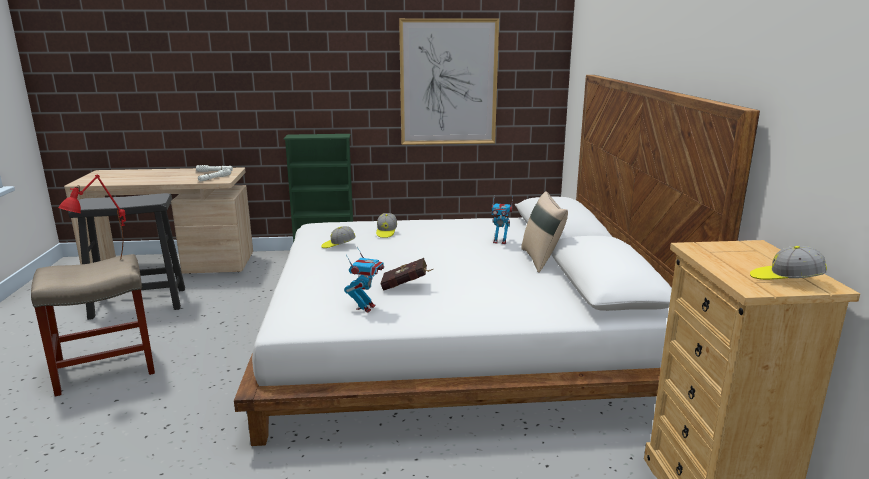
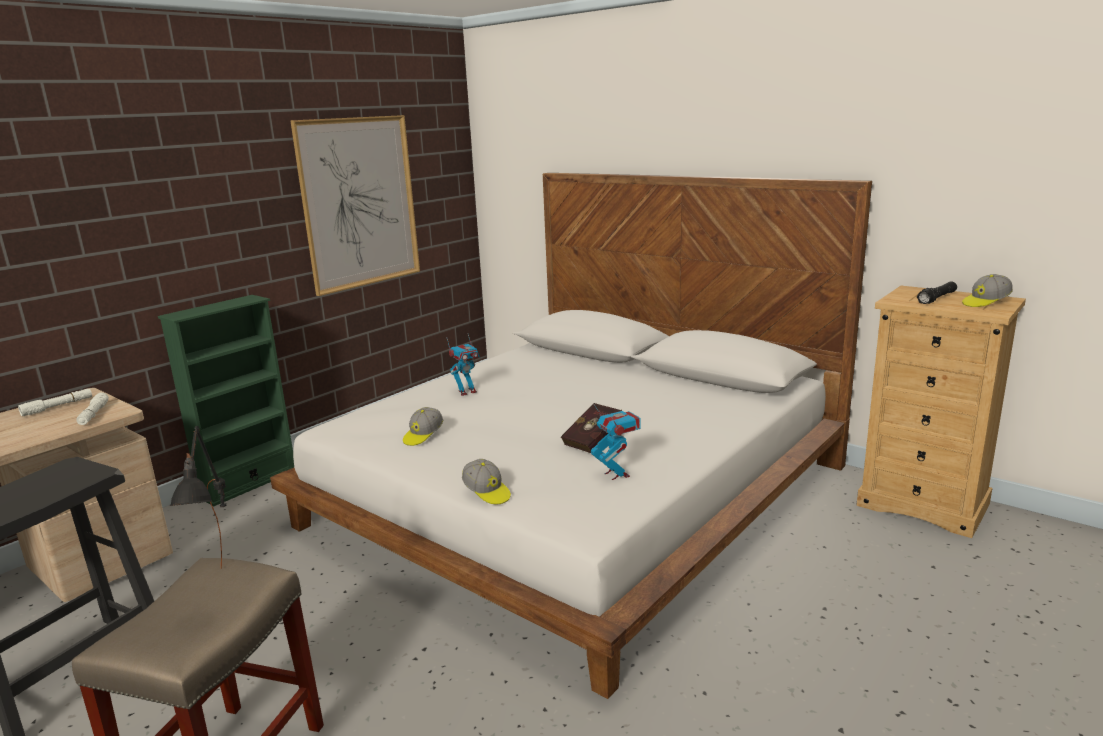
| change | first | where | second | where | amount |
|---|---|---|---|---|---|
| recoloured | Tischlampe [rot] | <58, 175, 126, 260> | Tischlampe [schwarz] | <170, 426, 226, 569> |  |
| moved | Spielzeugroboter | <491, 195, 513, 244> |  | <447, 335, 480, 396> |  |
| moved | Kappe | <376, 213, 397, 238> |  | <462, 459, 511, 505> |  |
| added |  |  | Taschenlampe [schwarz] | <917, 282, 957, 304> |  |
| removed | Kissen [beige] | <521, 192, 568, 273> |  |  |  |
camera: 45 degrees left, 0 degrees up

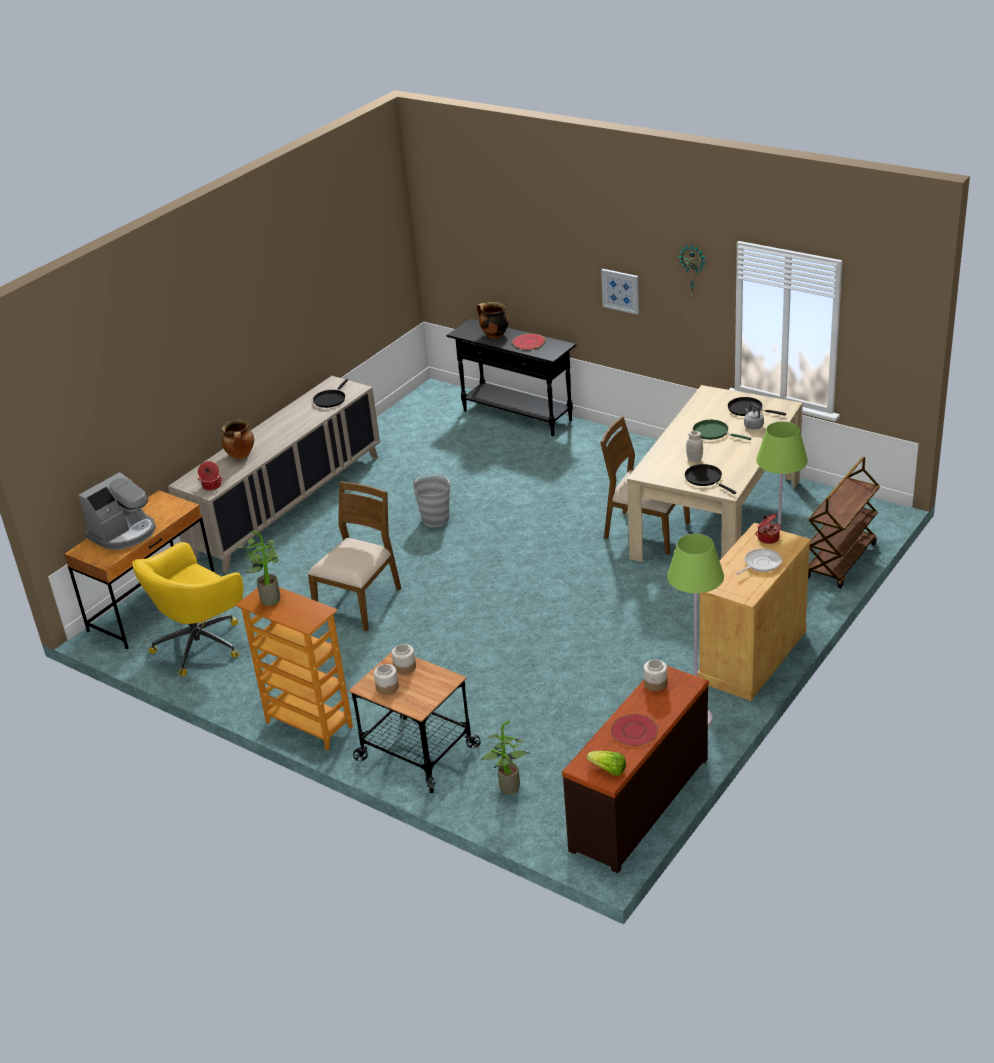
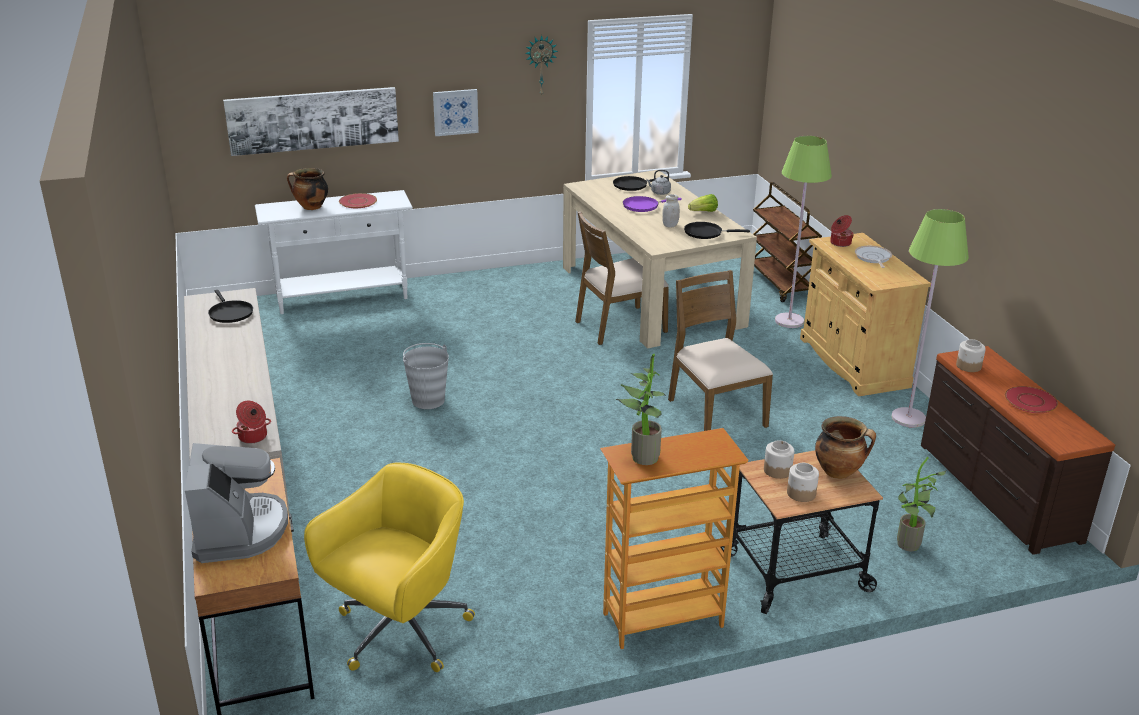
| change | first | where | second | where | amount |
|---|---|---|---|---|---|
| added |  |  | Bild | <223, 87, 399, 156> |  |
| recoloured | Konsolentisch [schwarz] | <447, 319, 576, 436> | Konsolentisch [weiß] | <255, 190, 413, 314> |  |
| turned | Bürostuhl [gelb] | <132, 542, 243, 676> |  | <304, 463, 475, 672> | 135 degrees counterclockwise |
| recoloured | Pfanne [grün] | <693, 420, 751, 440> | Pfanne [lila] | <623, 196, 682, 212> |  |
| moved | Stuhl [braun] | <308, 481, 401, 631> |  | <668, 270, 773, 431> |  |
| moved | Salatkopf | <587, 751, 626, 776> |  | <688, 194, 718, 212> |  |
| moved | Kochtopf | <222, 419, 254, 460> |  | <815, 416, 876, 479> |  |
camera: 55 degrees left, 5 degrees down

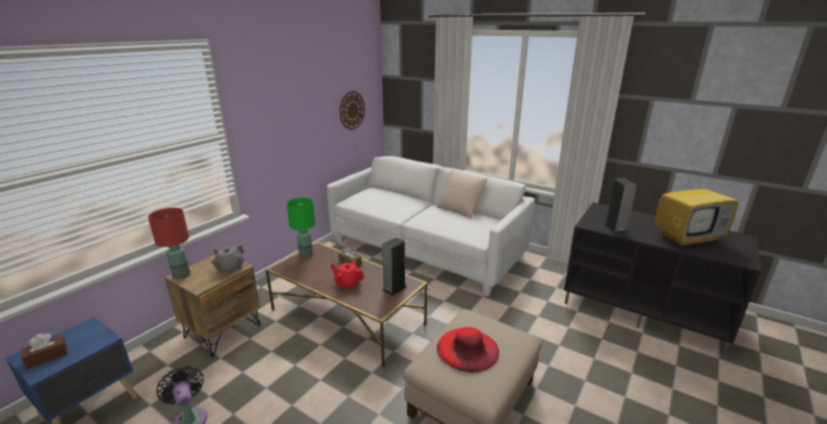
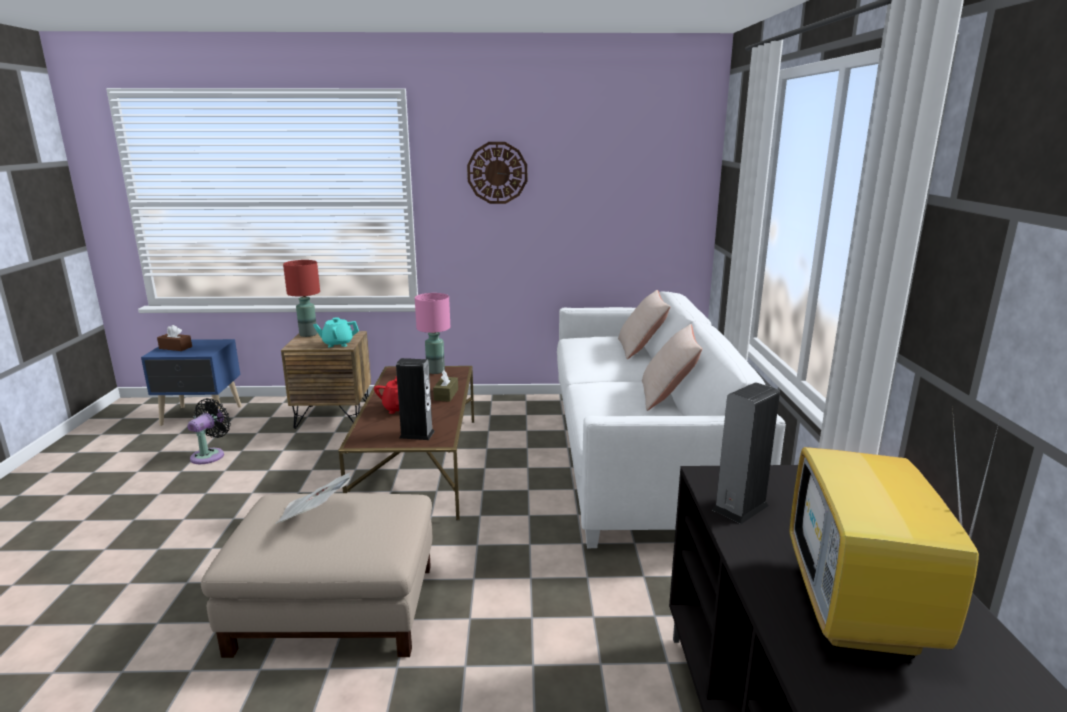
| change | first | where | second | where | amount |
|---|---|---|---|---|---|
| replaced | Hut [rot] | <437, 327, 499, 373> | Zeitung | <275, 472, 352, 524> |  |
| recoloured | Teekanne [grau] | <211, 244, 244, 274> | Teekanne [türkis] | <313, 317, 359, 347> |  |
| recoloured | Tischlampe [grün] | <287, 198, 316, 258> | Tischlampe [rosa] | <415, 293, 450, 374> |  |
| moved | Wanduhr | <339, 91, 365, 130> |  | <467, 142, 527, 204> |  |
| added |  |  | Kissen [beige] | <618, 290, 670, 359> |  |
| turned | Fernseher | <655, 155, 739, 246> |  | <789, 407, 999, 658> | 60 degrees clockwise |
camera: 55 degrees right, 5 degrees down

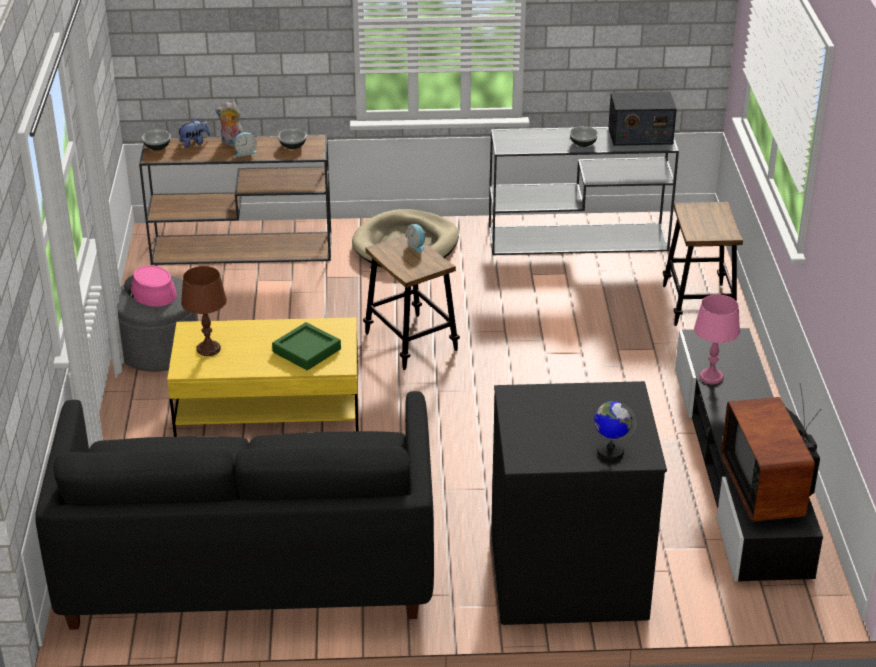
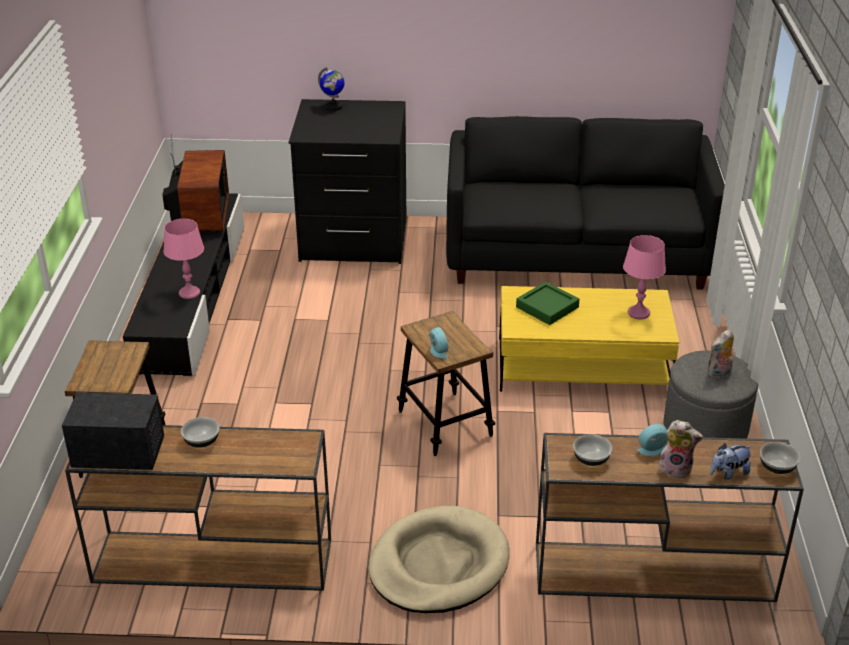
| change | first | where | second | where | amount |
|---|---|---|---|---|---|
| recoloured | Konsolentisch [grau] | <489, 127, 679, 255> | Konsolentisch [braun] | <65, 425, 331, 591> |  |
| recoloured | Tischlampe [braun] | <181, 266, 227, 356> | Tischlampe [rosa] | <623, 235, 666, 319> |  |
| replaced | Hut [rosa] | <124, 265, 177, 307> | Plüschtier | <707, 329, 734, 379> |  |
camera: 175 degrees left, 0 degrees up

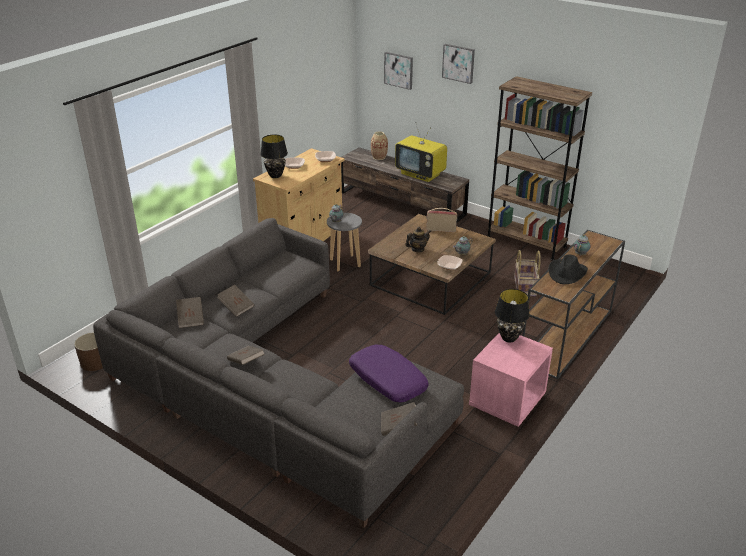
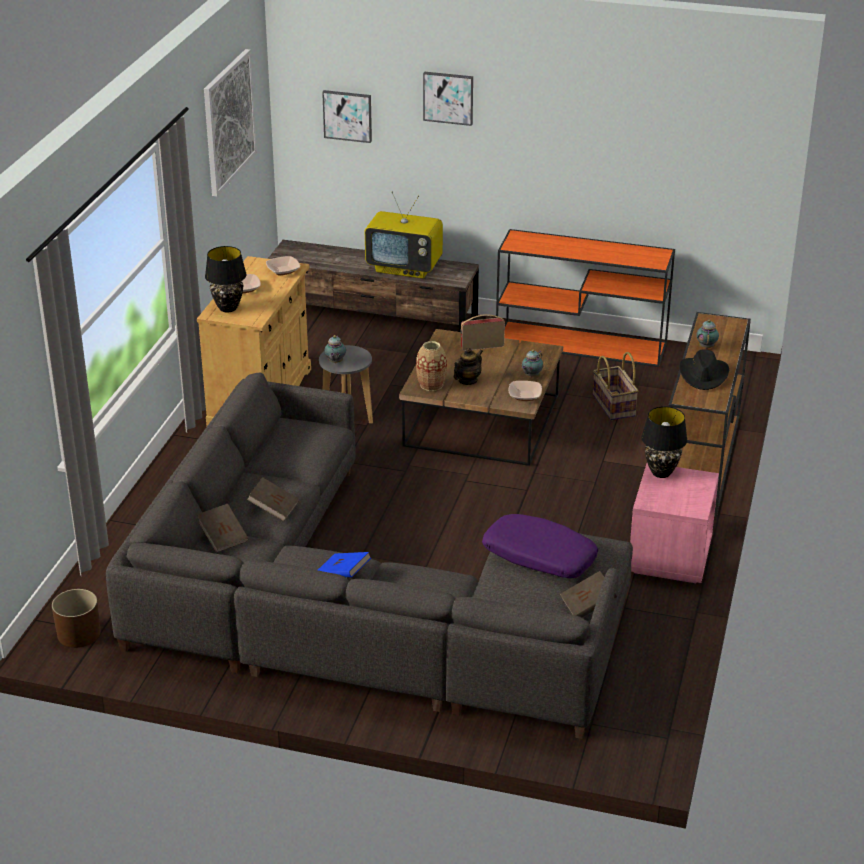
| change | first | where | second | where | amount |
|---|---|---|---|---|---|
| added |  |  | Bild | <204, 49, 257, 196> |  |
| recoloured | Buch [braun] | <227, 346, 265, 365> | Buch [blau] | <318, 552, 371, 577> |  |
| moved | Vase | <371, 131, 388, 160> |  | <416, 341, 447, 391> |  |
| replaced | Bücherregal [braun] | <488, 76, 592, 261> | Konsolentisch [orange] | <496, 229, 675, 367> |  |
camera: 20 degrees left, 0 degrees up

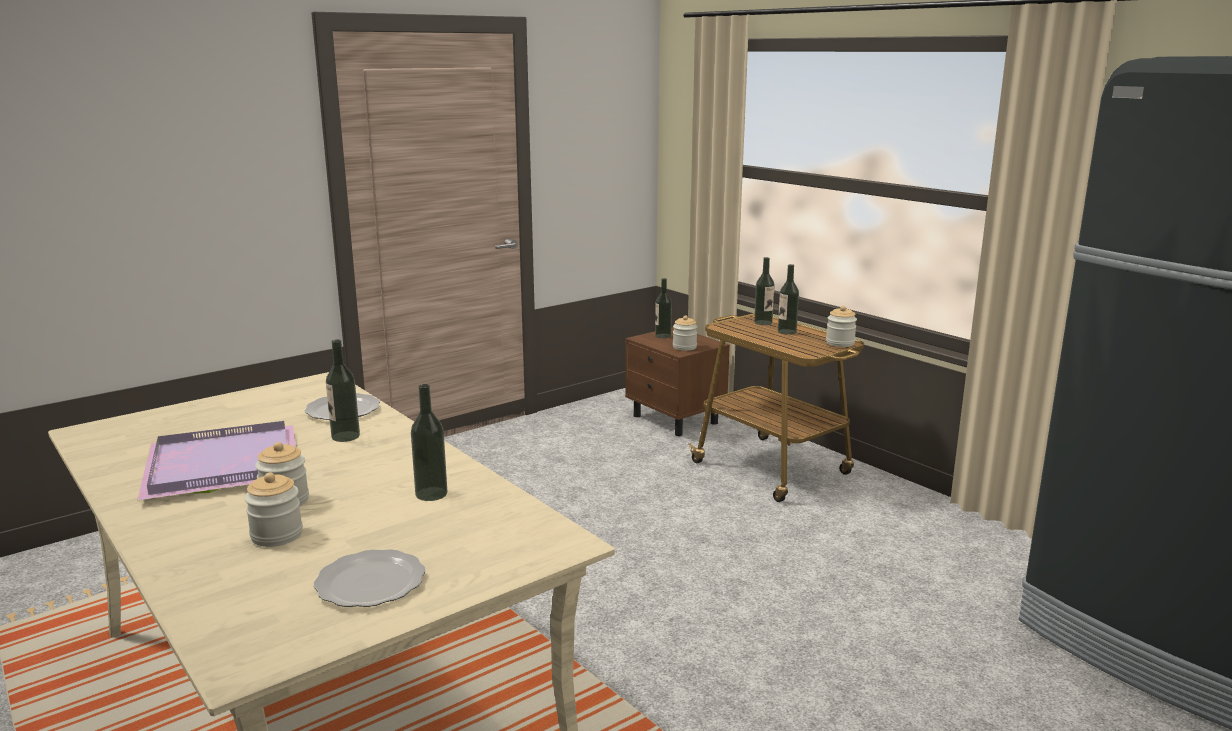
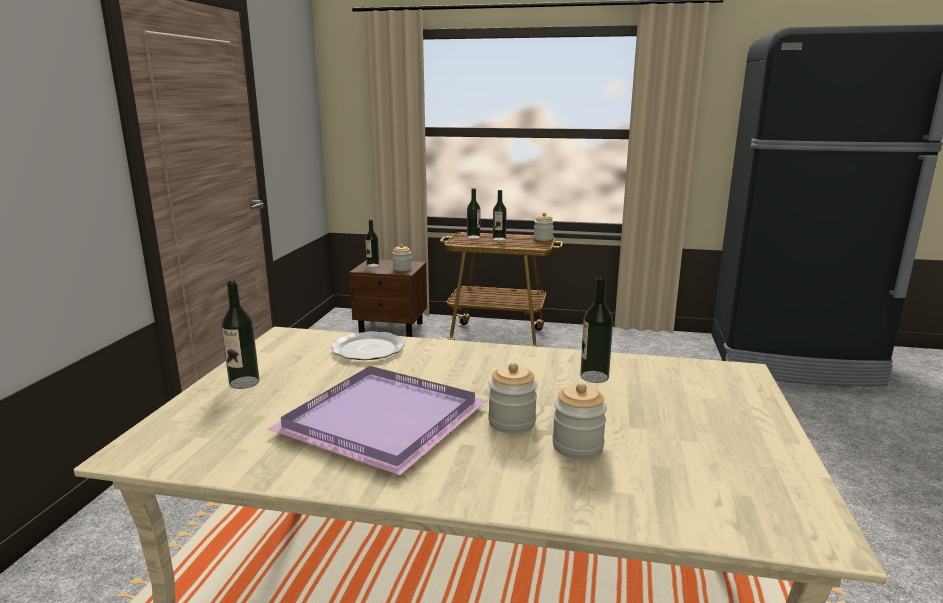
| change | first | where | second | where | amount |
|---|---|---|---|---|---|
| moved | Flasche | <326, 339, 360, 442> |  | <221, 281, 259, 389> |  |
| removed | Teller | <314, 549, 426, 607> |  |  |  |
camera: 40 degrees left, 0 degrees up

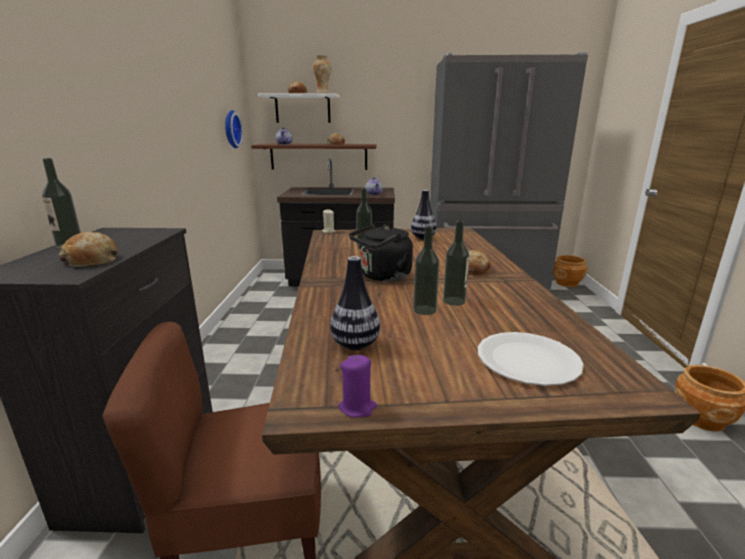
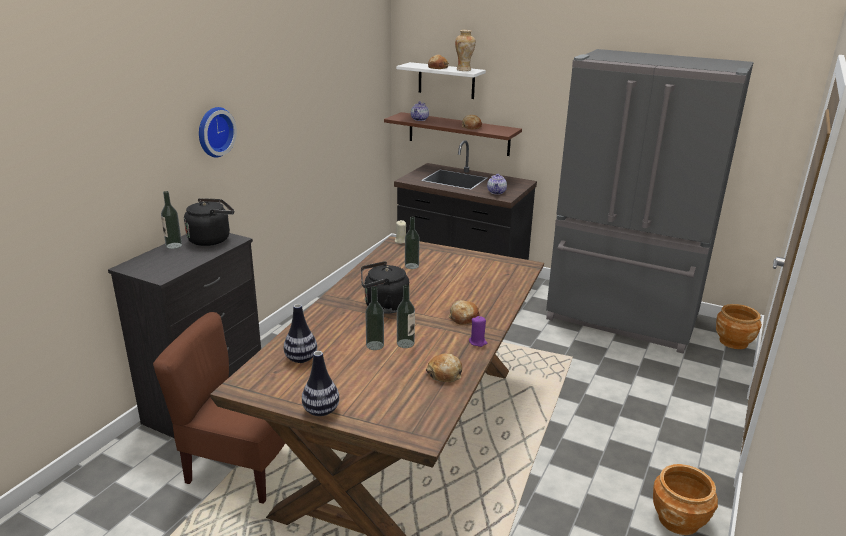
| change | first | where | second | where | amount |
|---|---|---|---|---|---|
| added |  |  | Wasserkessel [schwarz] | <184, 198, 234, 246> |  |
| moved | Wanduhr | <225, 110, 243, 148> |  | <199, 107, 237, 158> |  |
| moved | Vase | <411, 190, 437, 240> |  | <302, 351, 339, 416> |  |
| moved | Brot | <59, 232, 118, 267> |  | <426, 354, 462, 382> |  |
| moved | Kerze [lila] | <338, 355, 377, 418> |  | <469, 316, 487, 347> |  |
| removed | Teller [weiß] | <478, 332, 584, 386> |  |  |  |
camera: 25 degrees right, 5 degrees up

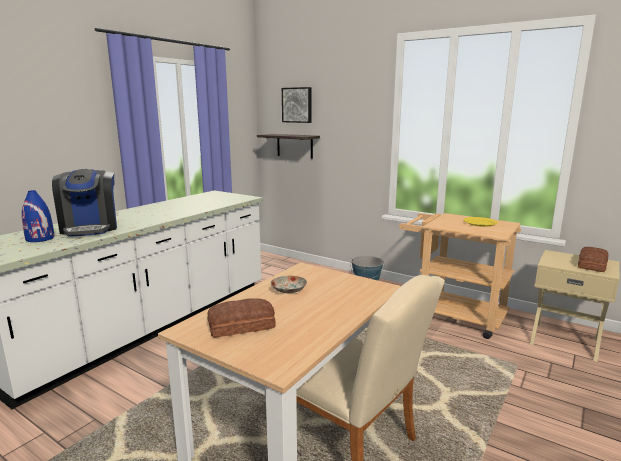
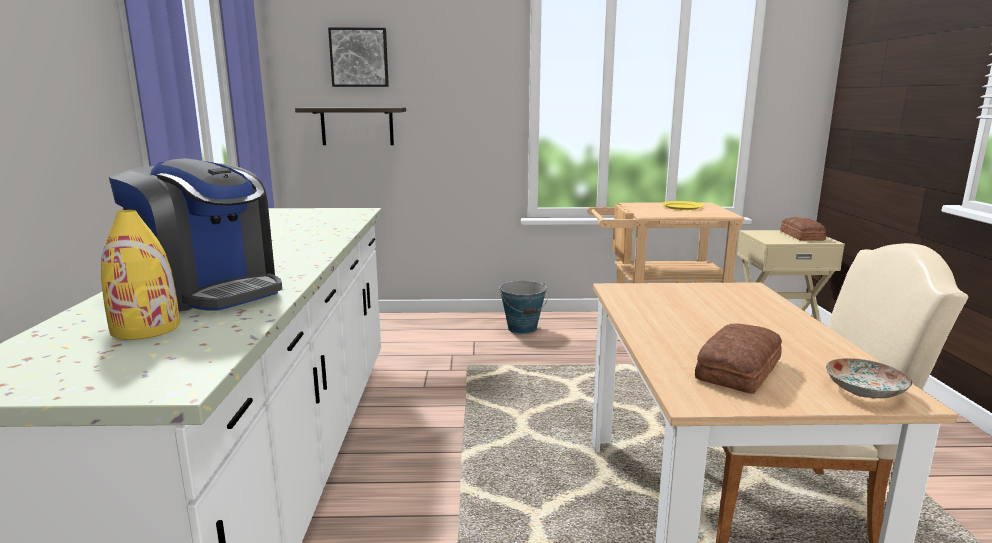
| change | first | where | second | where | amount |
|---|---|---|---|---|---|
| recoloured | Vase [blau] | <22, 190, 55, 242> | Vase [gelb] | <101, 210, 180, 340> |  |
| moved | Teller | <271, 276, 307, 294> |  | <826, 358, 912, 398> |  |
camera: 35 degrees left, 0 degrees up

